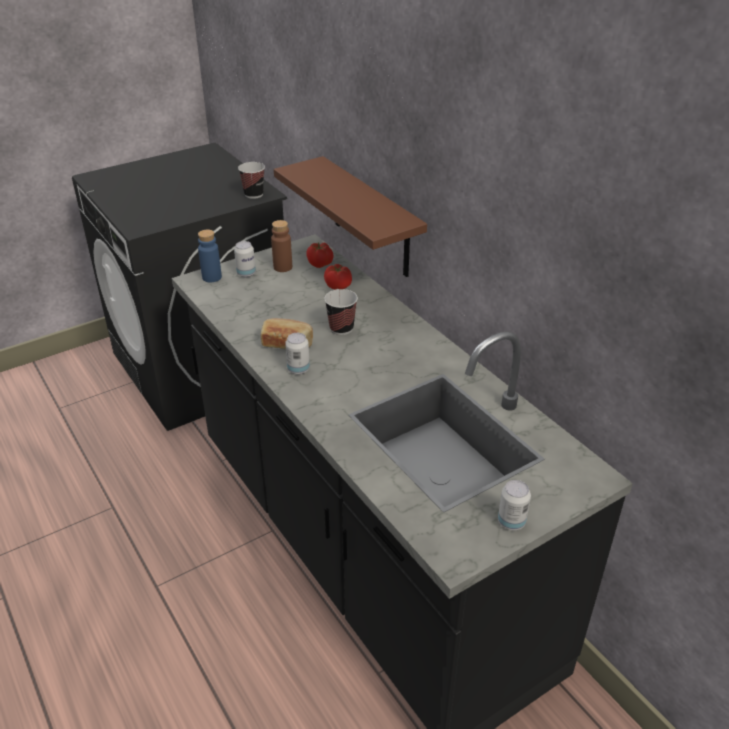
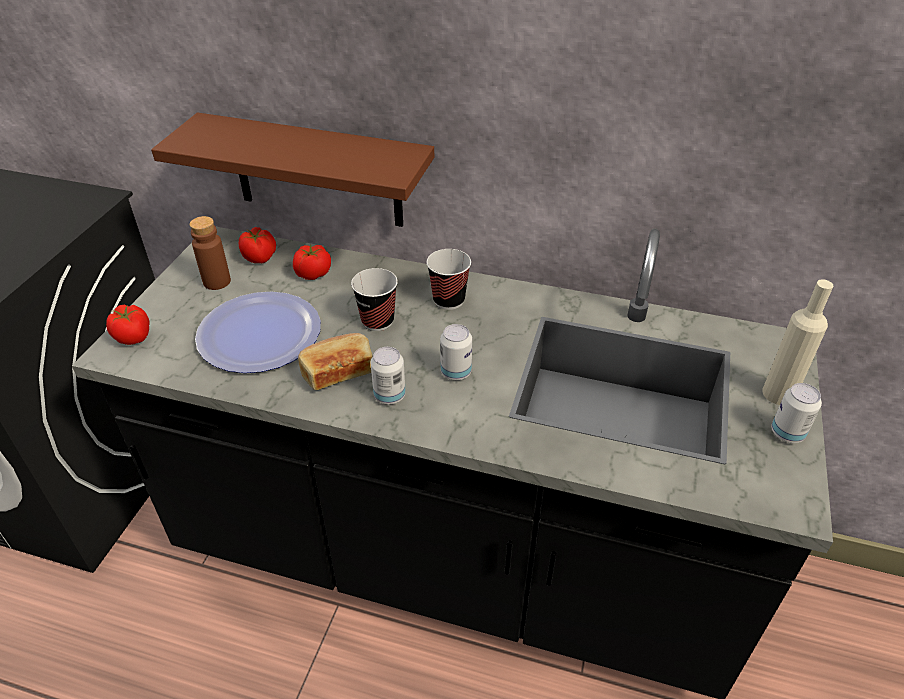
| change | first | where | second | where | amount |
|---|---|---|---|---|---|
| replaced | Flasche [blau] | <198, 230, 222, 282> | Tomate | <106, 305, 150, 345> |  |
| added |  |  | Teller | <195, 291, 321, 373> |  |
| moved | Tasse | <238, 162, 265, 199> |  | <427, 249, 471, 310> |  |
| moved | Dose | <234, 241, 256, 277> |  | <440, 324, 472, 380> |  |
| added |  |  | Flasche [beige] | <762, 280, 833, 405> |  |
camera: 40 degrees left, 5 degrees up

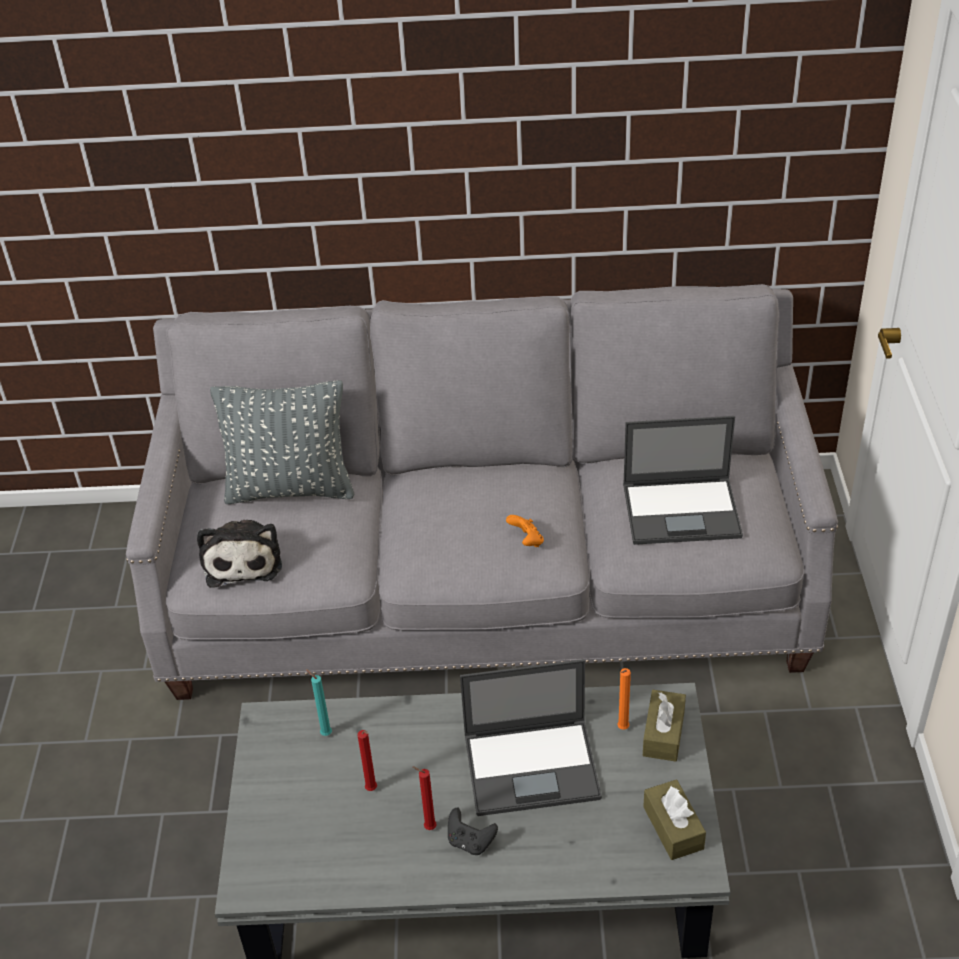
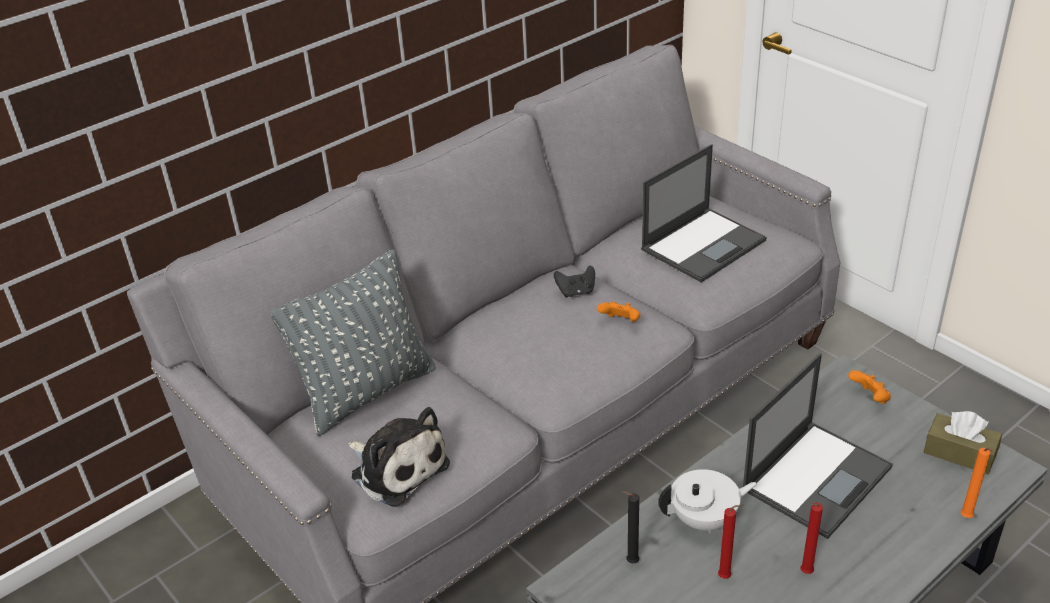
| change | first | where | second | where | amount |
|---|---|---|---|---|---|
| moved | Gamepad [schwarz] | <448, 808, 498, 855> |  | <554, 265, 595, 298> |  |
| recoloured | Kerze [türkis] | <306, 669, 332, 736> | Kerze [schwarz] | <623, 491, 639, 564> |  |
| added |  |  | Teekanne [weiß] | <658, 469, 757, 533> |  |
| replaced | Taschentuchbox [braun] | <643, 690, 686, 762> | Gamepad [orange] | <848, 370, 891, 404> |  |
| moved | Kerze [orange] | <617, 668, 631, 730> |  | <960, 448, 993, 518> |  |
camera: 40 degrees left, 5 degrees down

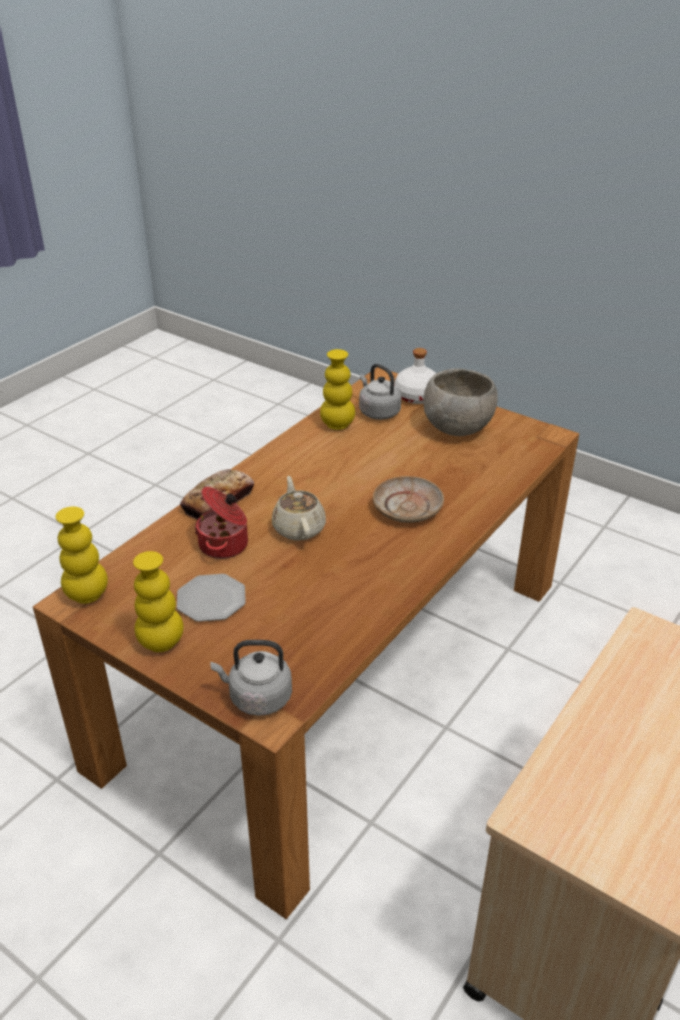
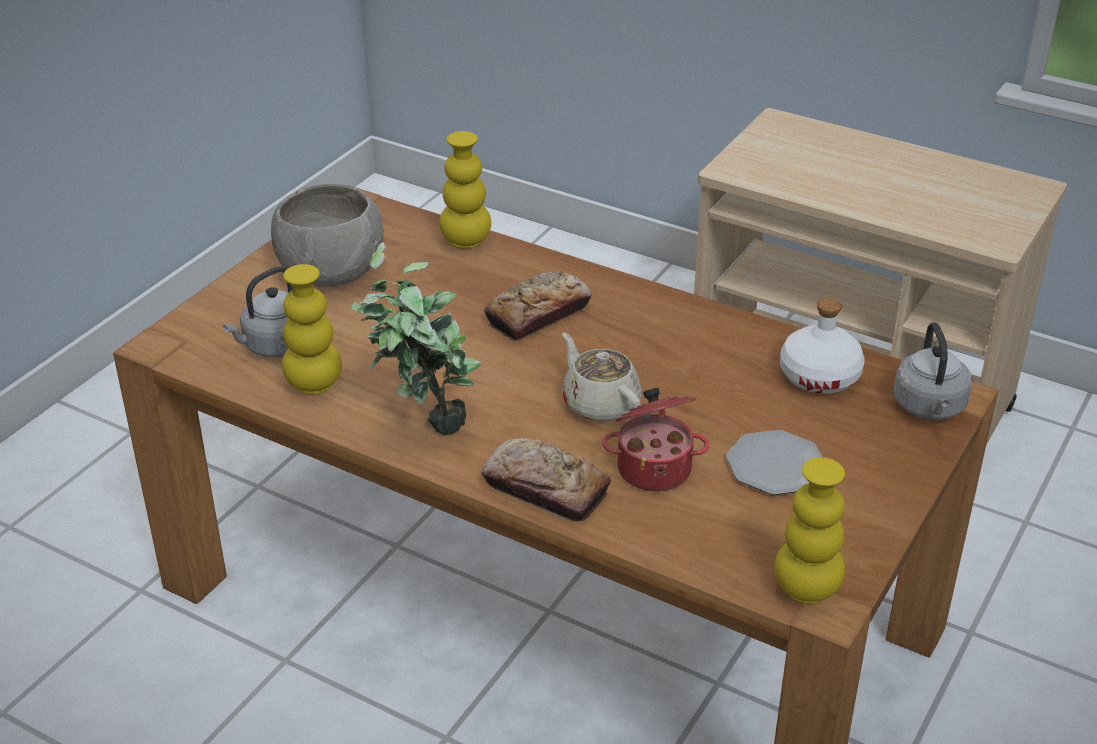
| change | first | where | second | where | amount |
|---|---|---|---|---|---|
| added |  |  | Topfpflanze | <351, 242, 481, 435> |  |
| moved | Vase [gelb] | <133, 551, 184, 652> |  | <439, 131, 491, 249> |  |
| replaced | Teller [beige] | <373, 476, 444, 523> | Brot | <484, 271, 592, 341> |  |
| turned | Teekanne [beige] | <272, 476, 326, 541> |  | <562, 333, 642, 422> | 75 degrees clockwise |
| moved | Flasche [weiß] | <394, 348, 437, 404> |  | <780, 298, 865, 394> |  |
camera: 95 degrees left, 0 degrees up

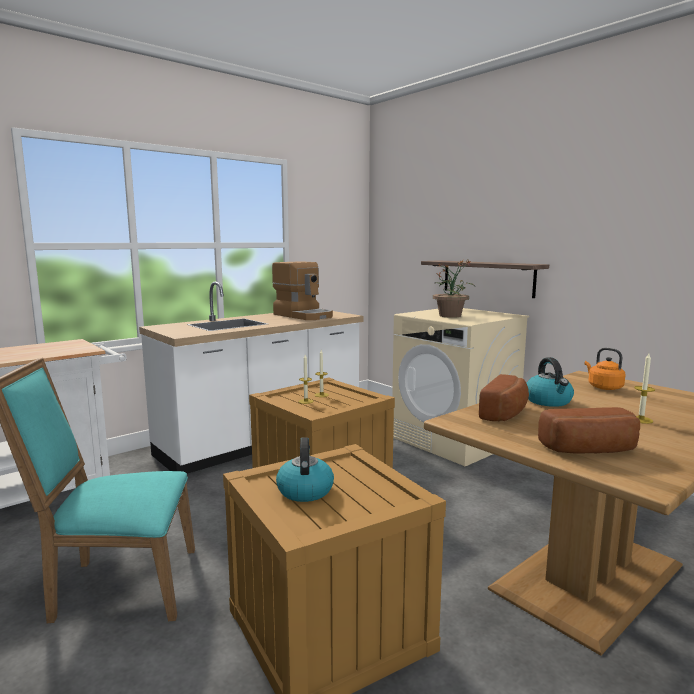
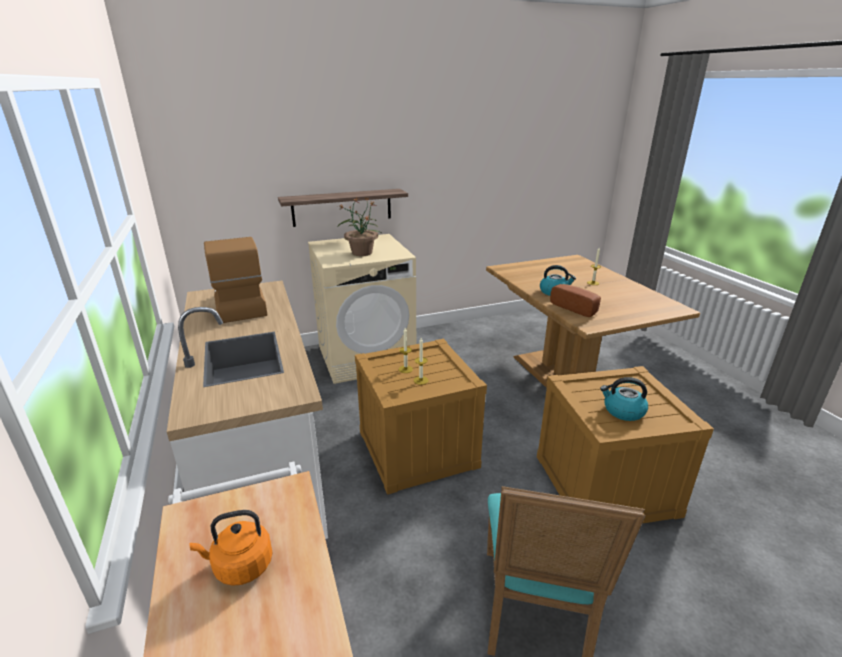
| change | first | where | second | where | amount |
|---|---|---|---|---|---|
| moved | Wasserkessel [orange] | <585, 348, 626, 390> |  | <189, 510, 273, 586> |  |
| turned | Kaffeemaschine | <272, 261, 333, 320> |  | <204, 237, 268, 323> | 90 degrees counterclockwise |
| removed | Brot | <538, 407, 640, 454> |  |  |  |
camera: 70 degrees left, 15 degrees up

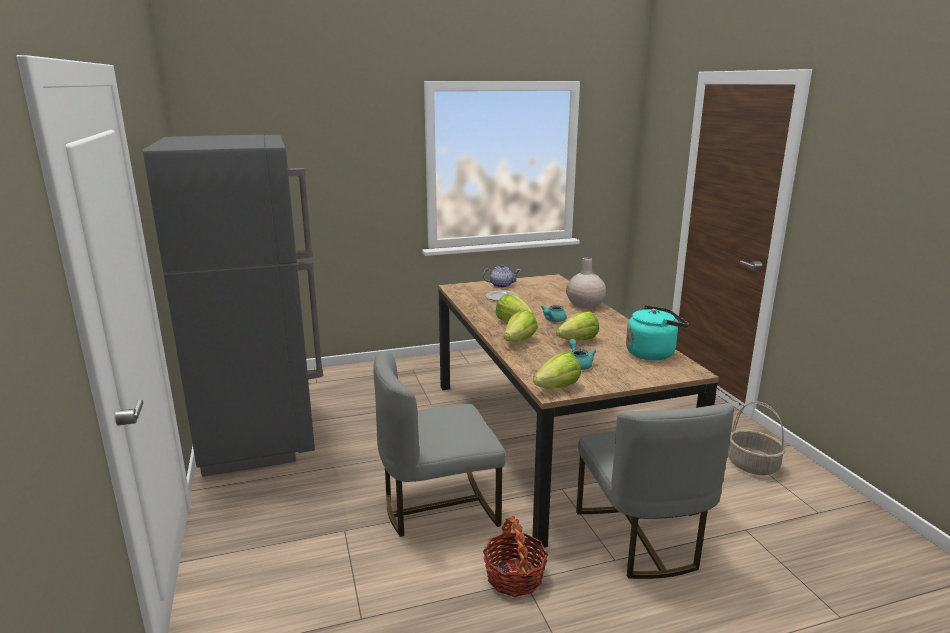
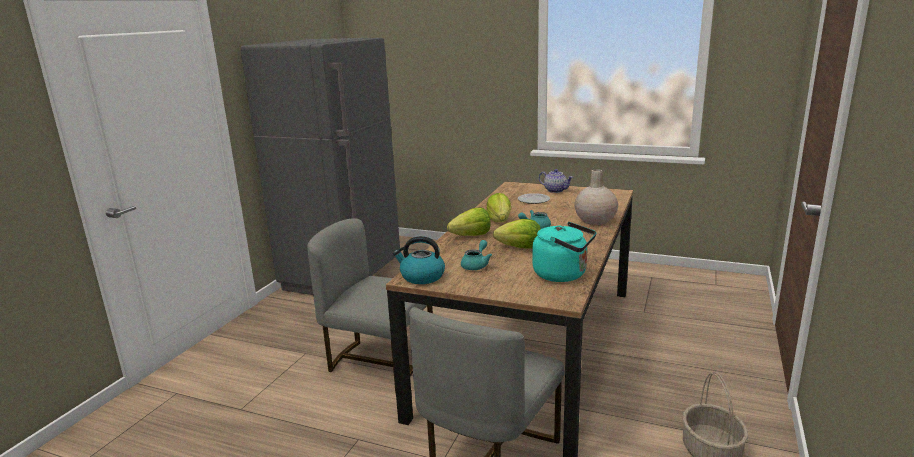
| change | first | where | second | where | amount |
|---|---|---|---|---|---|
| replaced | Salatkopf | <533, 352, 581, 389> | Wasserkessel | <393, 236, 445, 284> |  |
| removed | Korb | <483, 516, 548, 597> |  |  |  |
camera: 40 degrees right, 0 degrees up

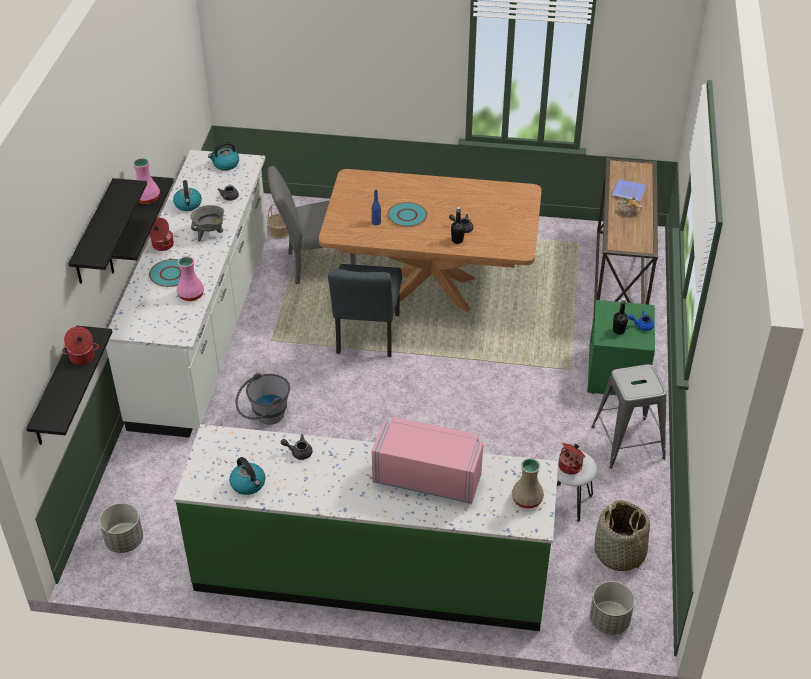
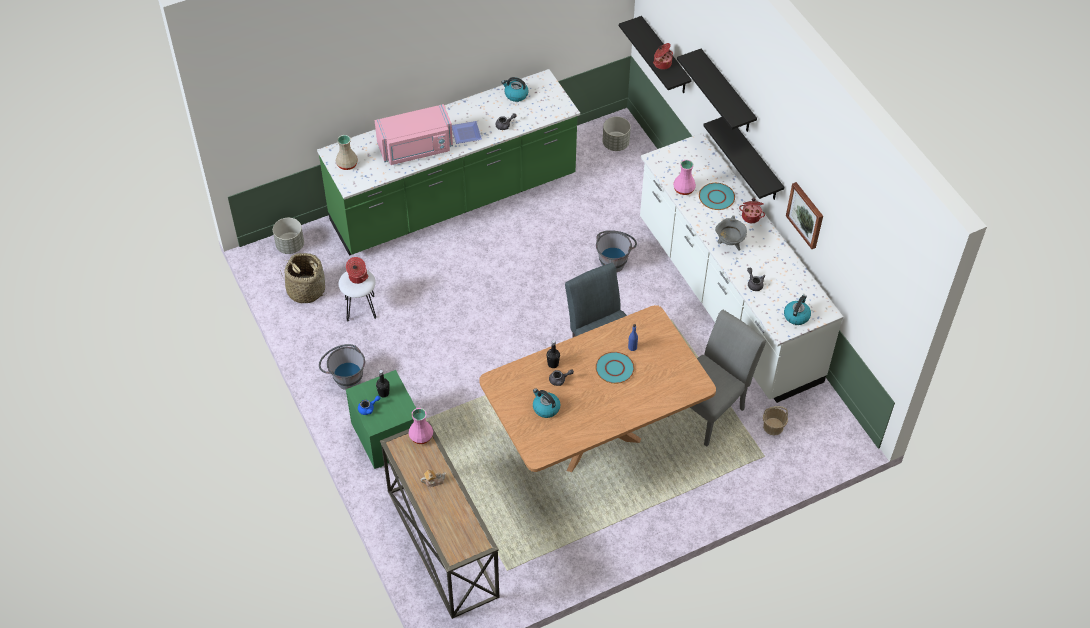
| change | first | where | second | where | amount |
|---|---|---|---|---|---|
| replaced | Hocker [grau] | <592, 364, 667, 469> | Eimer [grau] | <319, 344, 365, 390> |  |
| moved | Vase [rosa] | <133, 158, 160, 204> |  | <408, 408, 433, 444> |  |
| moved | Teller | <612, 179, 647, 201> |  | <452, 121, 482, 144> |  |
| moved | Wasserkessel | <173, 180, 202, 211> |  | <533, 388, 560, 418> |  |
| added |  |  | Bild | <786, 182, 823, 249> |  |
camera: 145 degrees right, 10 degrees up

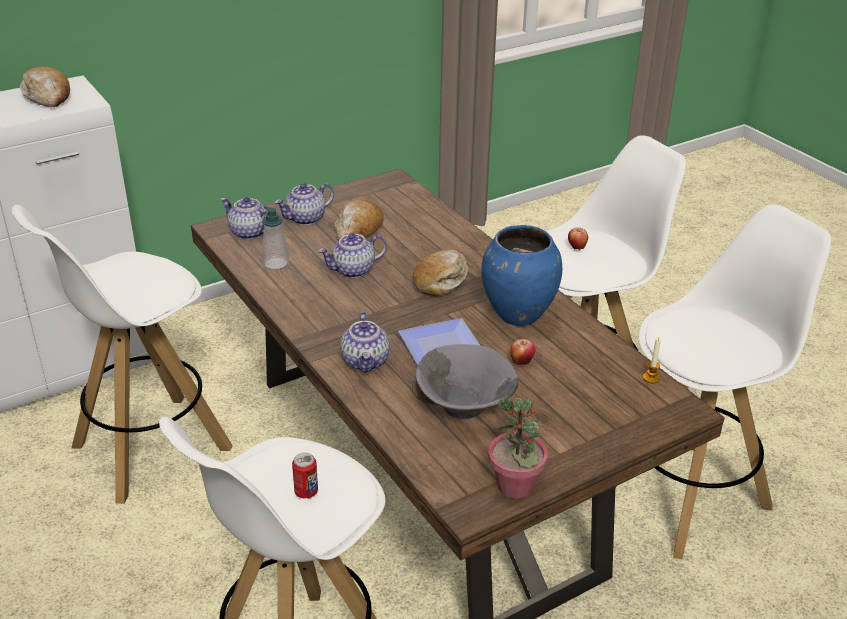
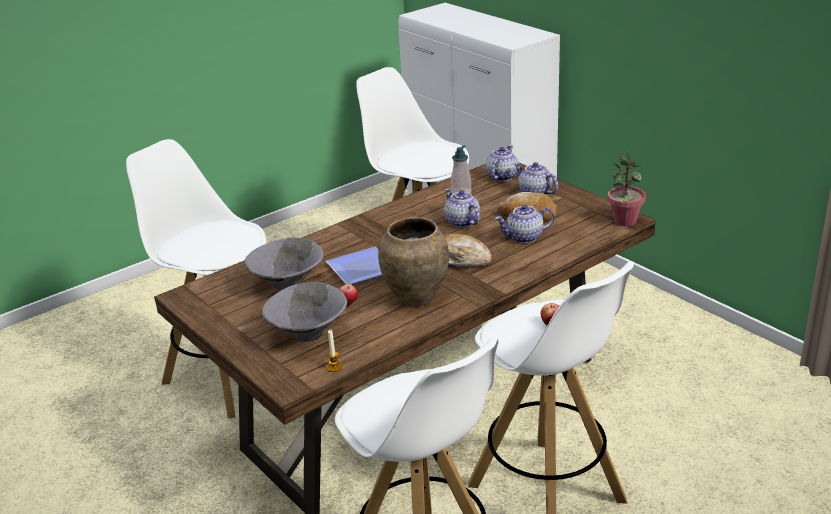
| change | first | where | second | where | amount |
|---|---|---|---|---|---|
| added |  |  | Schüssel [grau] | <262, 282, 347, 342> |  |
| recoloured | Vase [blau] | <481, 225, 562, 326> | Vase [braun] | <378, 217, 449, 307> |  |
| moved | Teekanne | <340, 312, 390, 373> |  | <495, 204, 554, 243> |  |
| moved | Topfpflanze | <488, 397, 548, 499> |  | <607, 152, 646, 226> |  |
| removed | Brot | <20, 66, 70, 107> |  |  |  |
| removed | Dose | <292, 452, 318, 498> |  |  |  |
camera: 85 degrees right, 5 degrees down

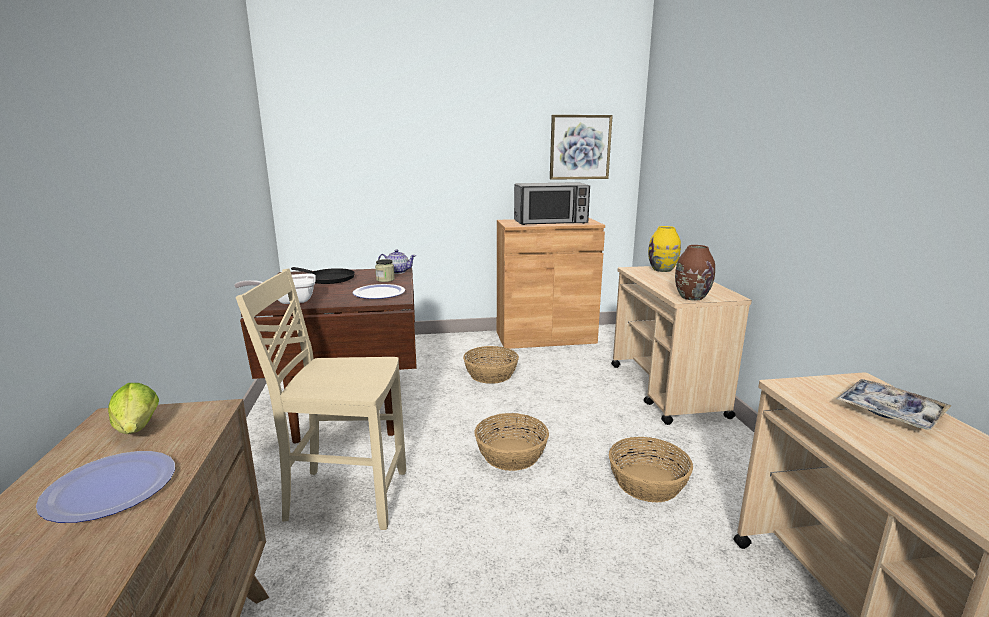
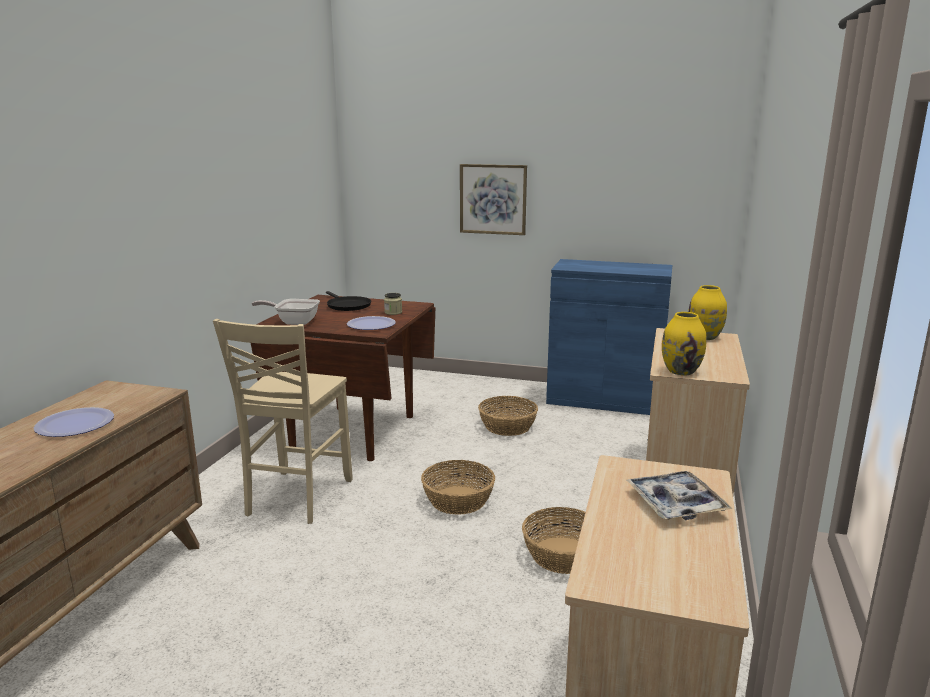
| change | first | where | second | where | amount |
|---|---|---|---|---|---|
| turned | Stuhl [beige] | <236, 268, 406, 530> |  | <213, 319, 352, 524> | 105 degrees counterclockwise |
| moved | Bild | <550, 115, 613, 180> |  | <460, 164, 527, 235> |  |
| recoloured | Schrank [braun] | <497, 218, 605, 349> | Schrank [blau] | <546, 259, 672, 415> |  |
| recoloured | Vase [braun] | <675, 245, 715, 301> | Vase [gelb] | <662, 312, 706, 376> |  |
| removed | Salatkopf | <108, 383, 159, 434> |  |  |  |
| removed | Teekanne | <378, 249, 416, 274> |  |  |  |
| removed | Mikrowelle | <514, 182, 590, 225> |  |  |  |
camera: 25 degrees right, 0 degrees up

